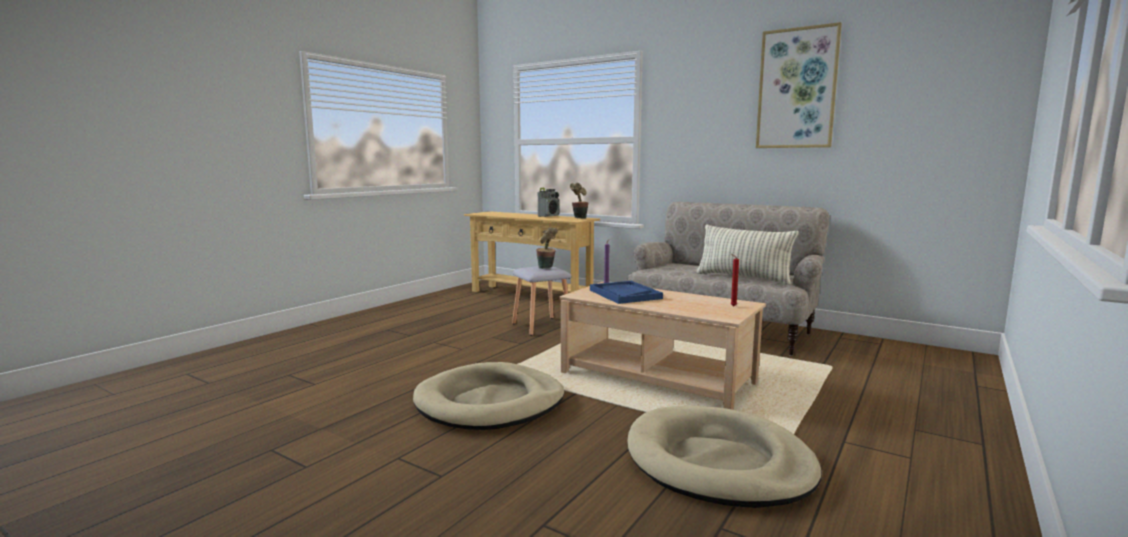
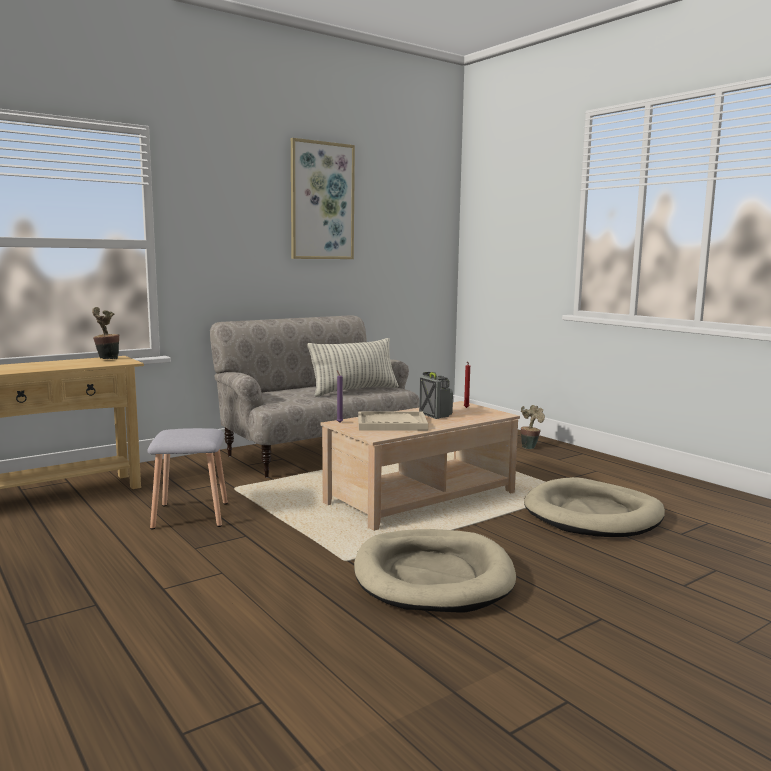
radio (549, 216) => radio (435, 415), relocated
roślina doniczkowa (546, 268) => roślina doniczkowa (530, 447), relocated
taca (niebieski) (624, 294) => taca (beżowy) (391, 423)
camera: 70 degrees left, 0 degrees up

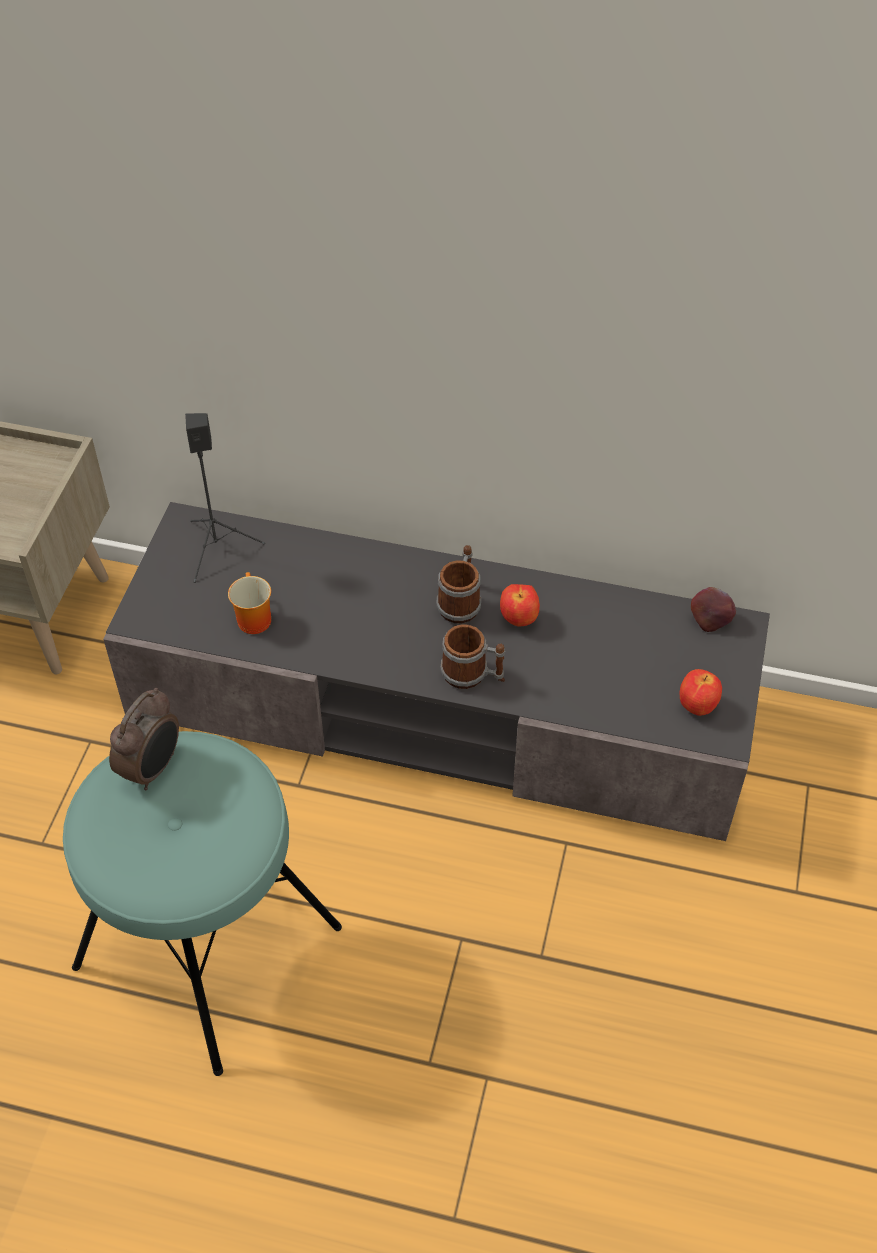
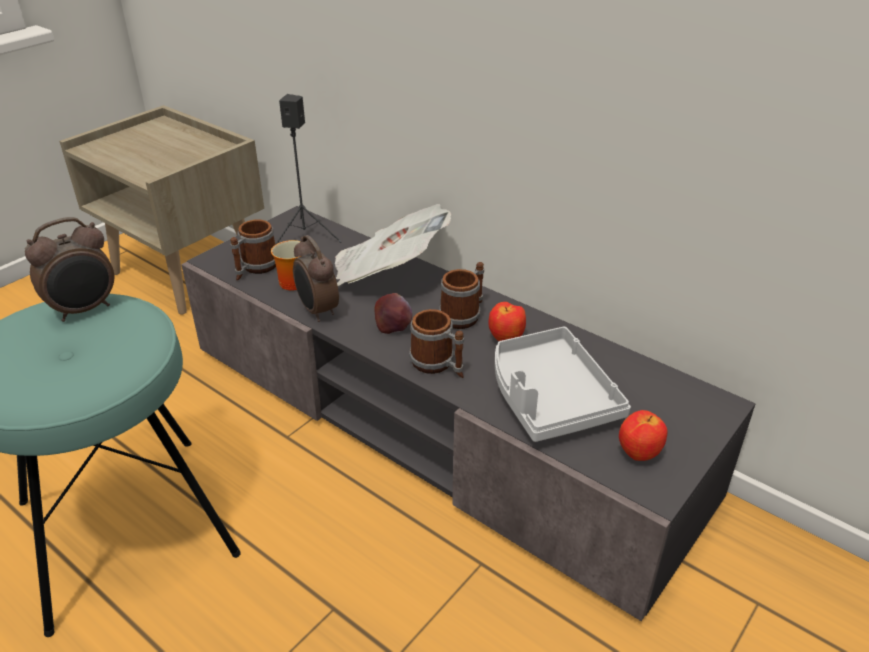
jabłko (711, 620) => jabłko (393, 326), relocated
nothing => gazeta (388, 272)
nothing => kubek (255, 268)
nothing => budzik (317, 311)
nothing => taca (szary) (549, 397)
camera: 25 degrees right, 15 degrees down

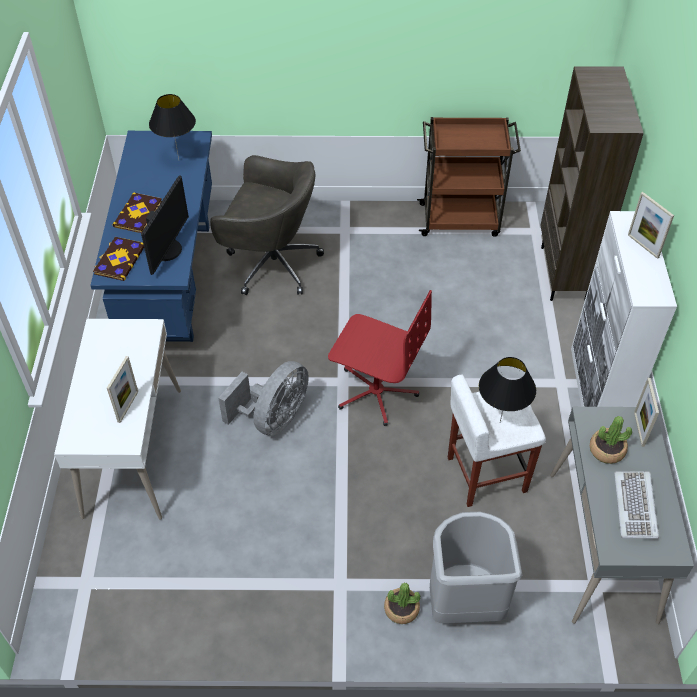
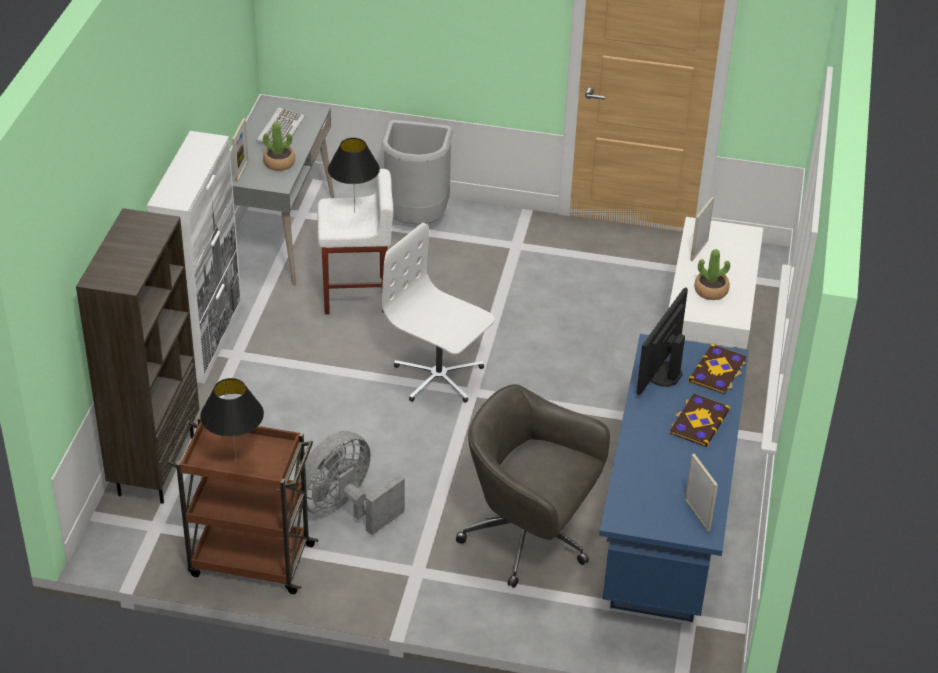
lampa stołowa (czarny) (178, 160) => lampa stołowa (czarny) (236, 462), relocated
ramka na zdjęcie (643, 246) => ramka na zdjęcie (697, 515), relocated
krzesło biurowe (czerwony) (376, 391) => krzesło biurowe (biały) (438, 377)
wentylator (szary) (273, 418) => wentylator (szary) (345, 509), relocated
roślina doniczkowa (401, 609) => roślina doniczkowa (711, 291), relocated
camera: 170 degrees left, 10 degrees down

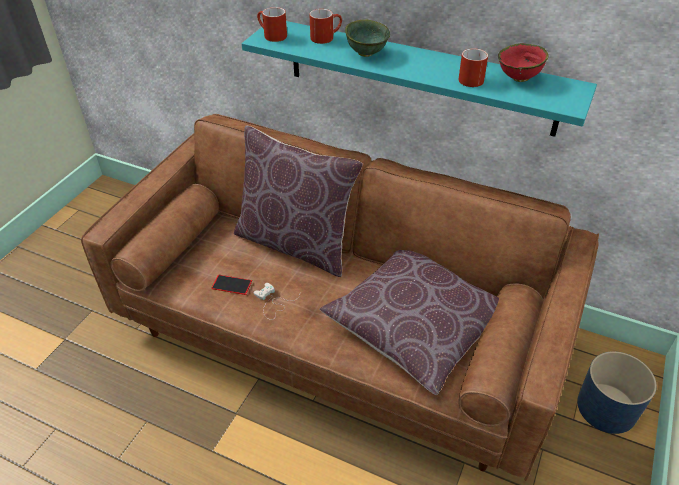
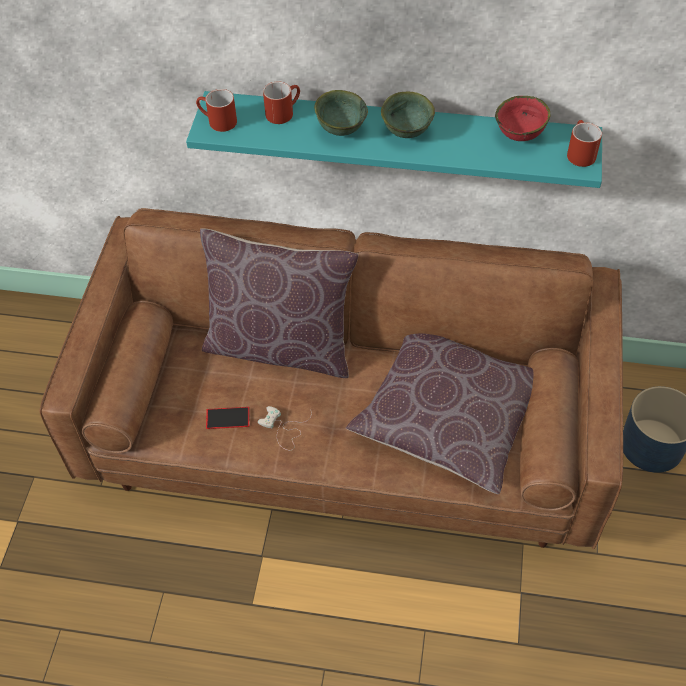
kubek (czerwony) (470, 78) => kubek (czerwony) (579, 152), relocated
nothing => miska (zielony) (407, 132)
camera: 15 degrees left, 10 degrees up

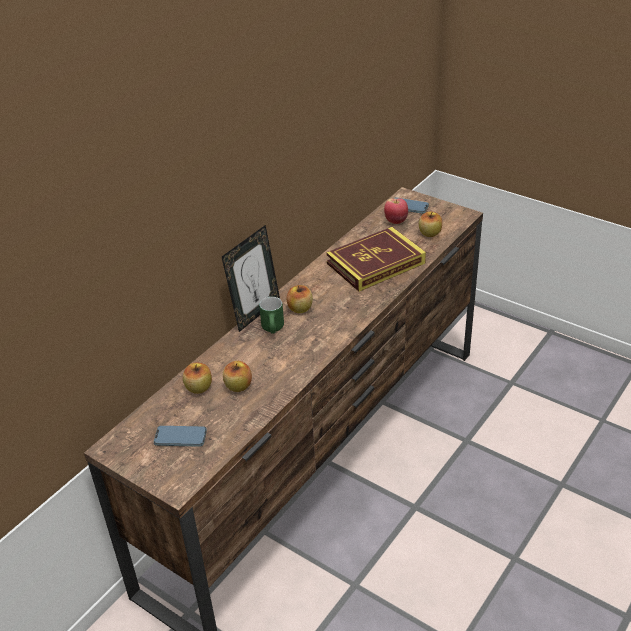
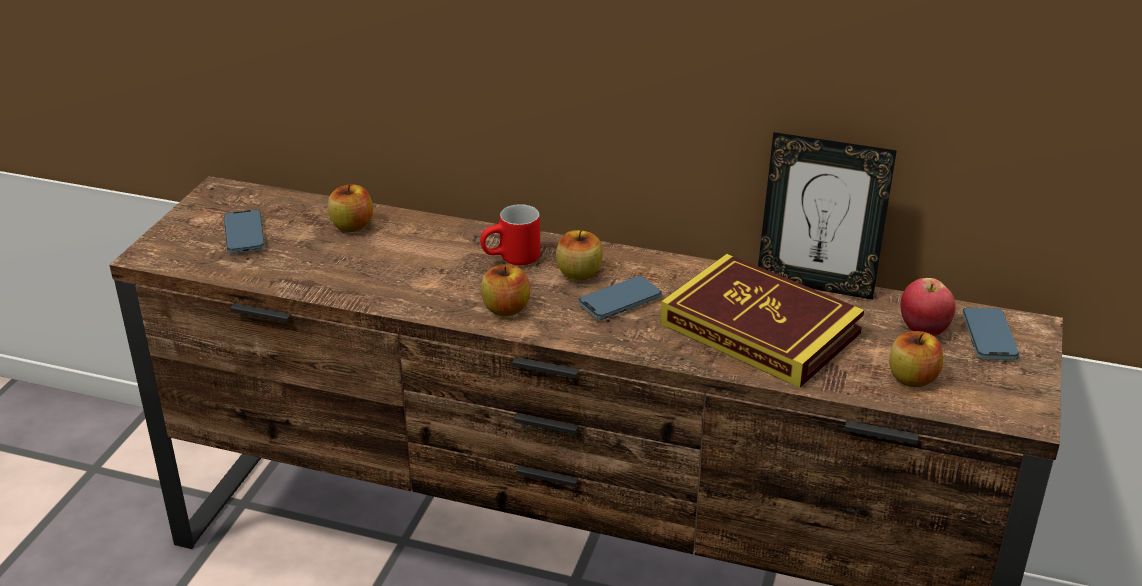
ramka na zdjęcie (255, 313) => ramka na zdjęcie (815, 284), relocated
kubek (zielony) (274, 329) => kubek (czerwony) (512, 260)
jabłko (238, 386) => jabłko (506, 309), relocated
nothing => telefon (620, 301)
camera: 70 degrees right, 5 degrees down

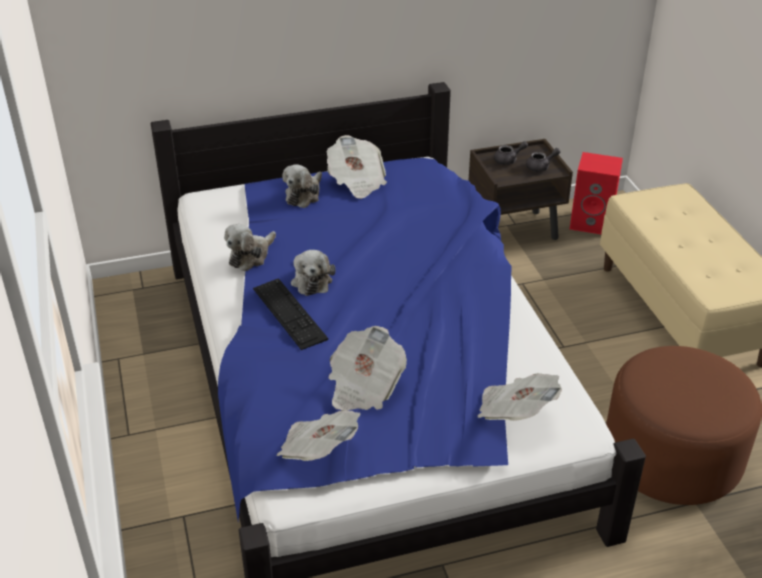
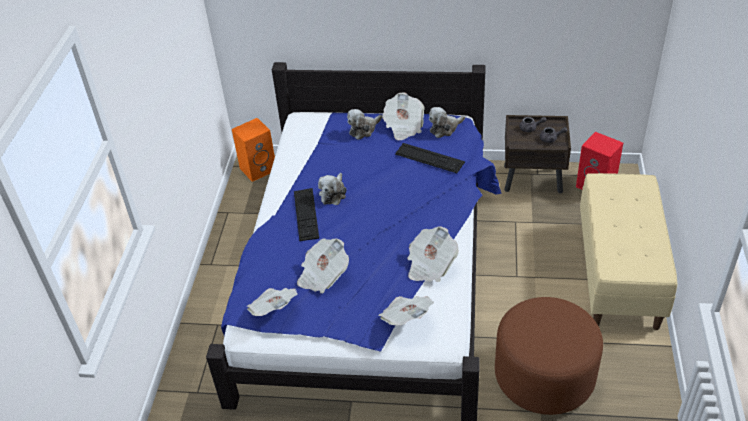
pluszak (250, 256) => pluszak (445, 128), relocated
nothing => głośnik (pomarańczowy) (258, 168)
nothing => klawiatura (429, 158)
nothing => gazeta (430, 265)
camera: 25 degrees right, 5 degrees up

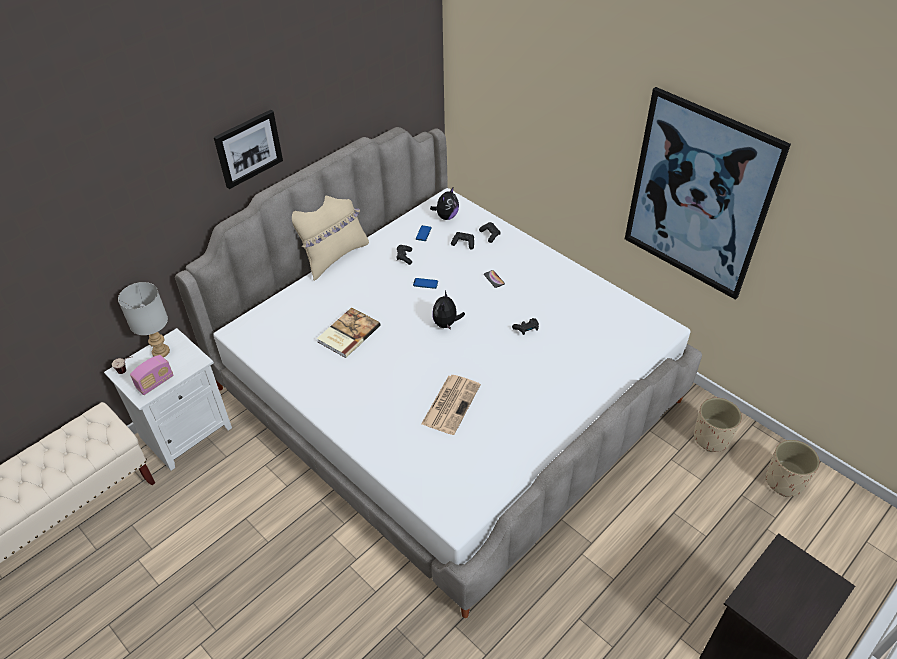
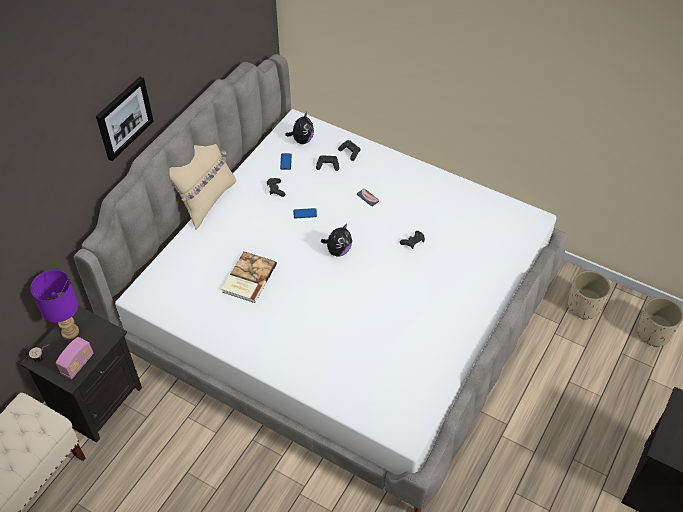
obraz (698, 196) => nothing
lampa stołowa (szary) (161, 352) => lampa stołowa (fioletowy) (71, 331)
pluszak (446, 324) => pluszak (338, 250), 135 degrees counterclockwise
szafka nocna (biały) (186, 431) => szafka nocna (czarny) (97, 400)
gazeta (451, 403) => nothing
camera: 15 degrees left, 5 degrees up

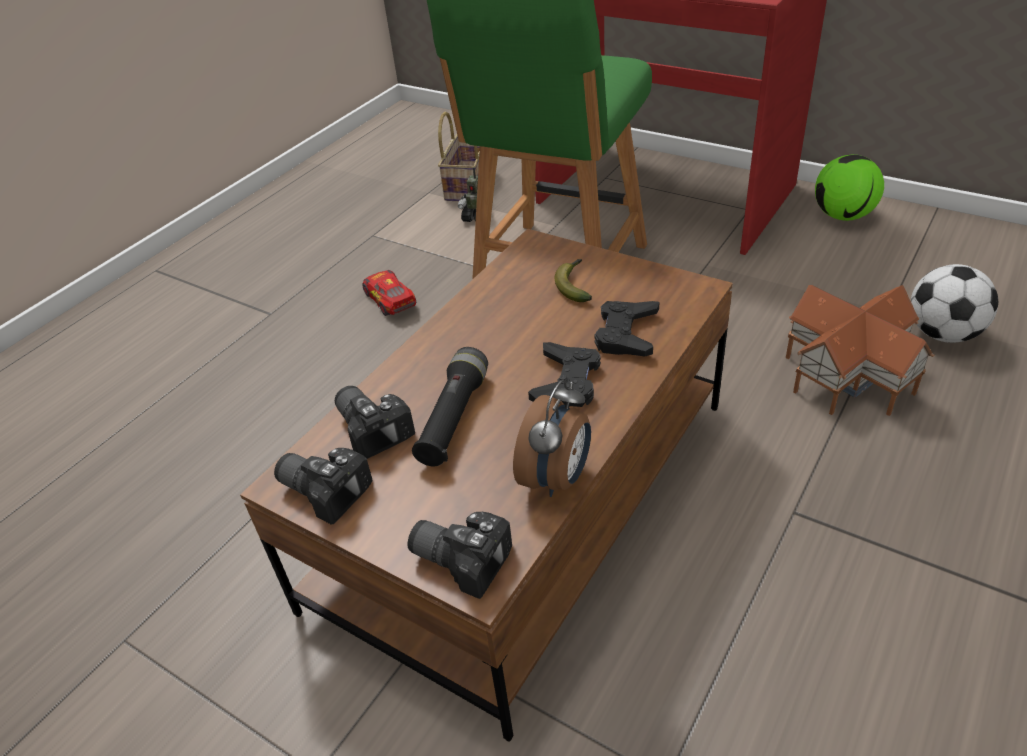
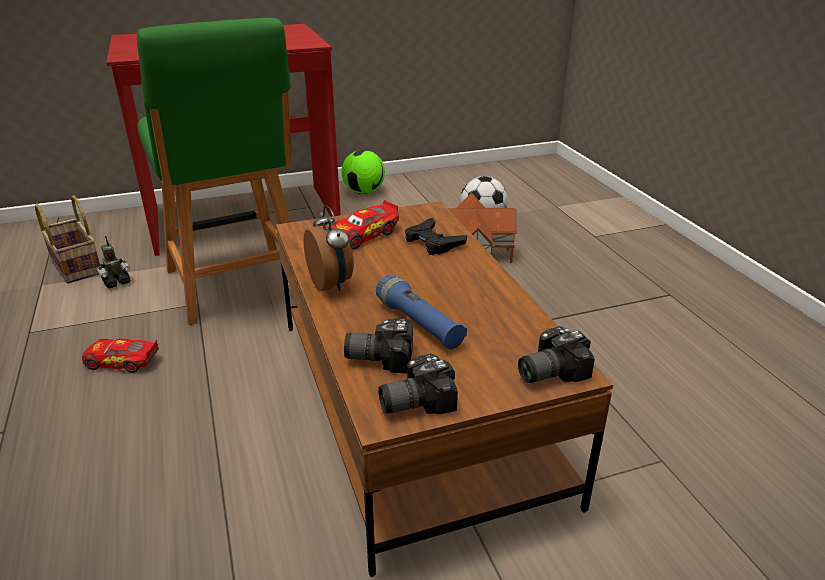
banan (574, 285) => samochodzik (362, 236)
pad do gier (czarny) (566, 381) => nothing
latarka (czarny) (453, 418) => latarka (niebieski) (419, 323)
budzik (557, 478) => budzik (331, 284), relocated
camera: 55 degrees left, 10 degrees down

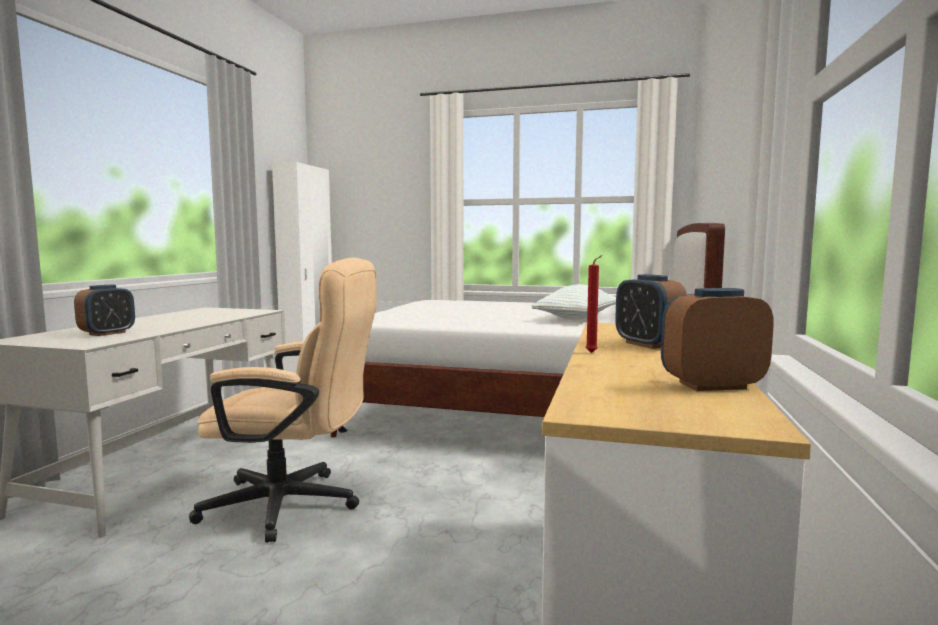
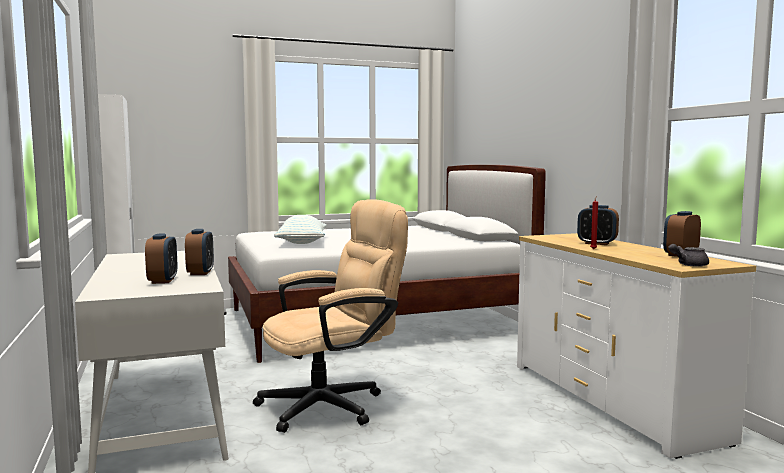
poduszka (577, 318) => poduszka (302, 242), relocated
nothing => budzik (200, 273)
nothing => imbryk (szary) (688, 265)
camera: 35 degrees left, 0 degrees up

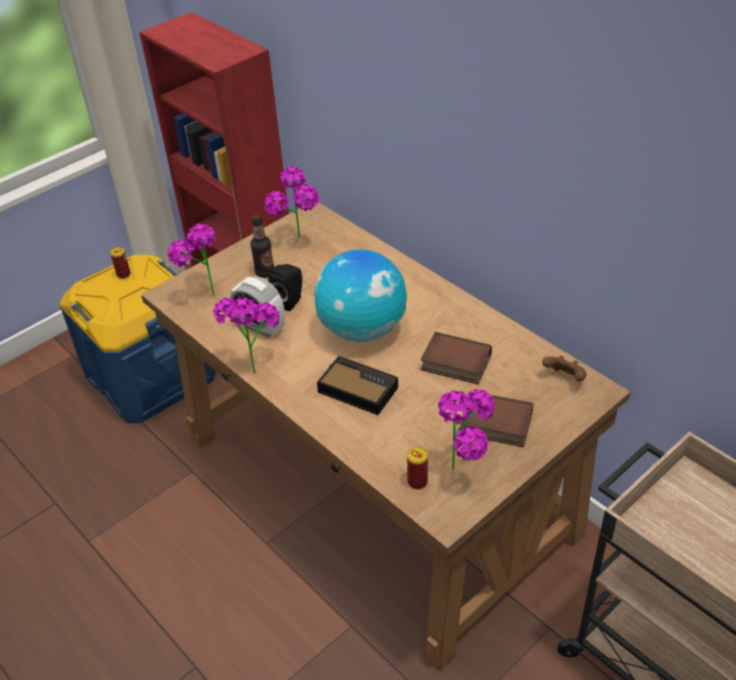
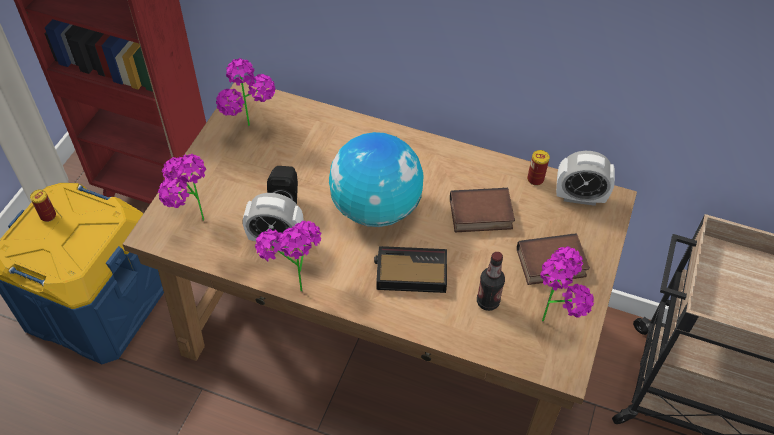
butelka (265, 273) => butelka (487, 302), relocated
pad do gier (brązowy) (565, 378) => budzik (579, 197)
puszka (417, 482) => puszka (535, 179), relocated
camera: 30 degrees left, 10 degrees up

